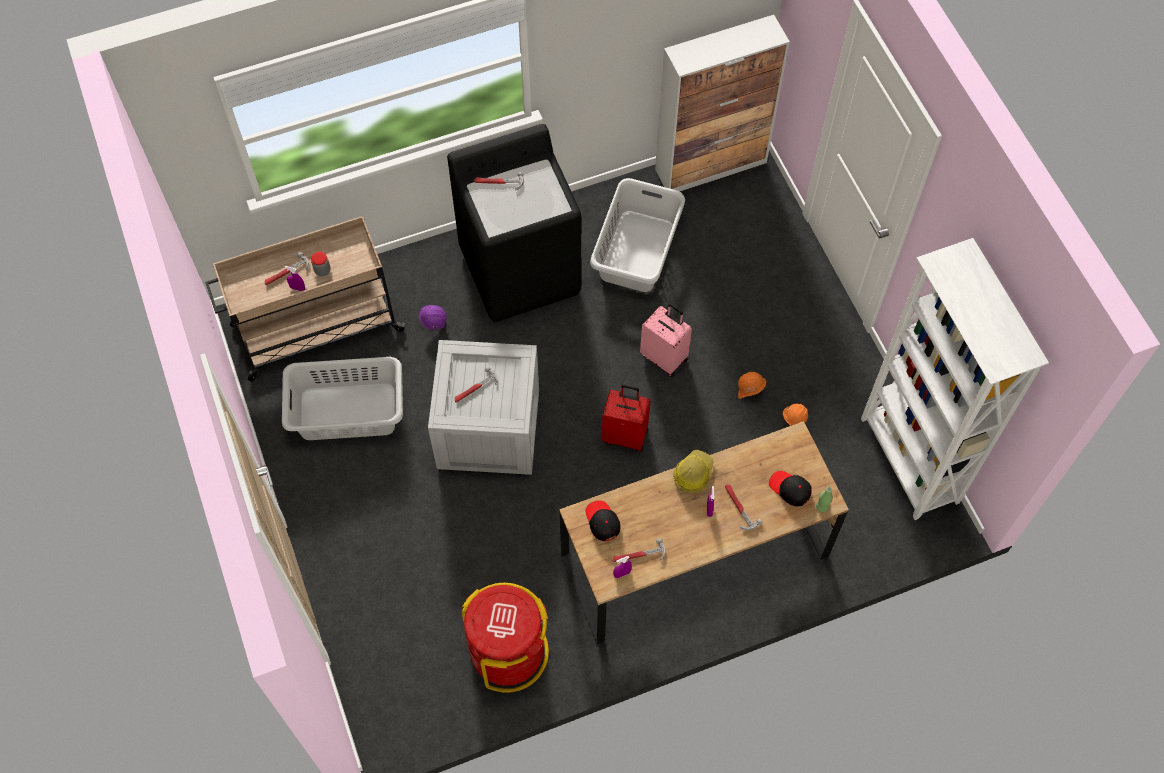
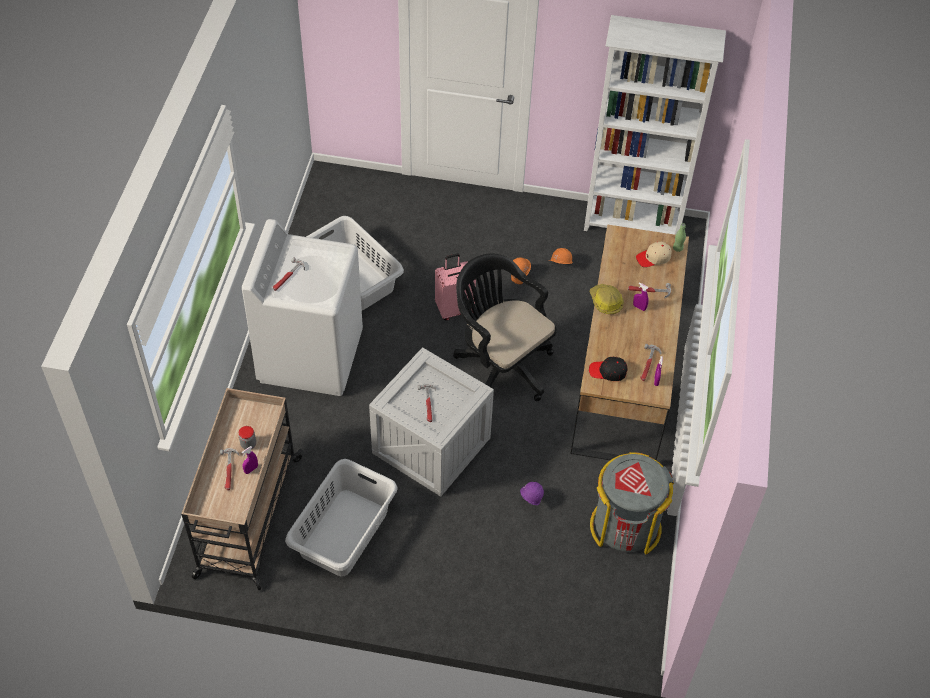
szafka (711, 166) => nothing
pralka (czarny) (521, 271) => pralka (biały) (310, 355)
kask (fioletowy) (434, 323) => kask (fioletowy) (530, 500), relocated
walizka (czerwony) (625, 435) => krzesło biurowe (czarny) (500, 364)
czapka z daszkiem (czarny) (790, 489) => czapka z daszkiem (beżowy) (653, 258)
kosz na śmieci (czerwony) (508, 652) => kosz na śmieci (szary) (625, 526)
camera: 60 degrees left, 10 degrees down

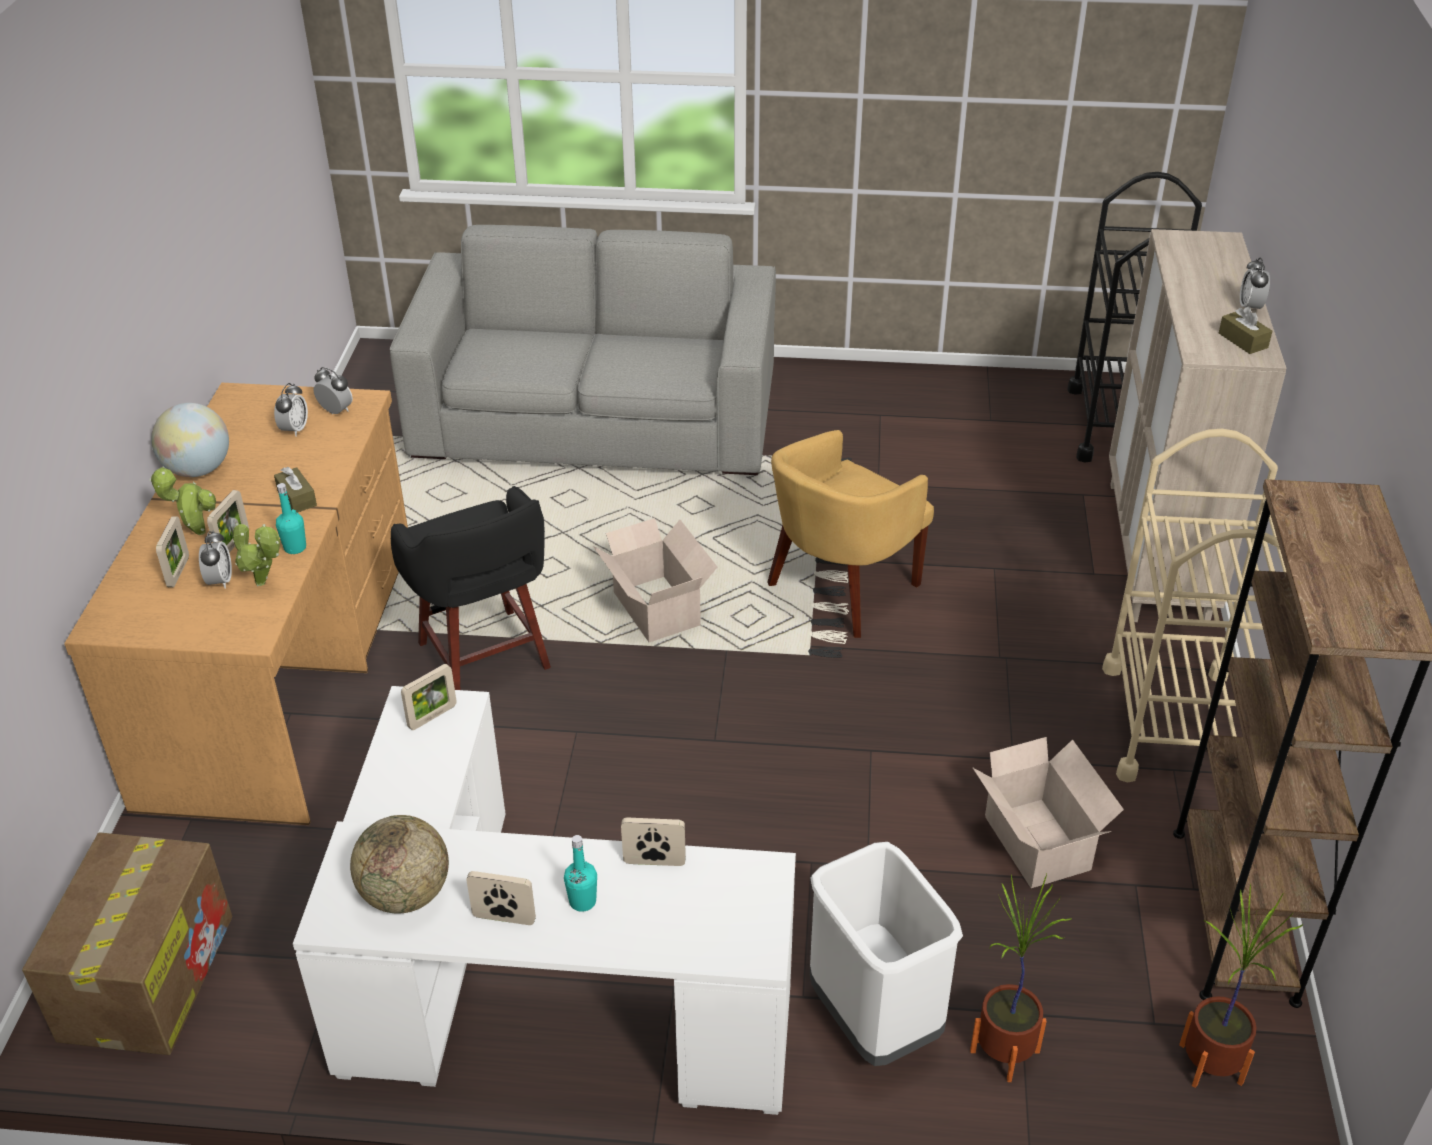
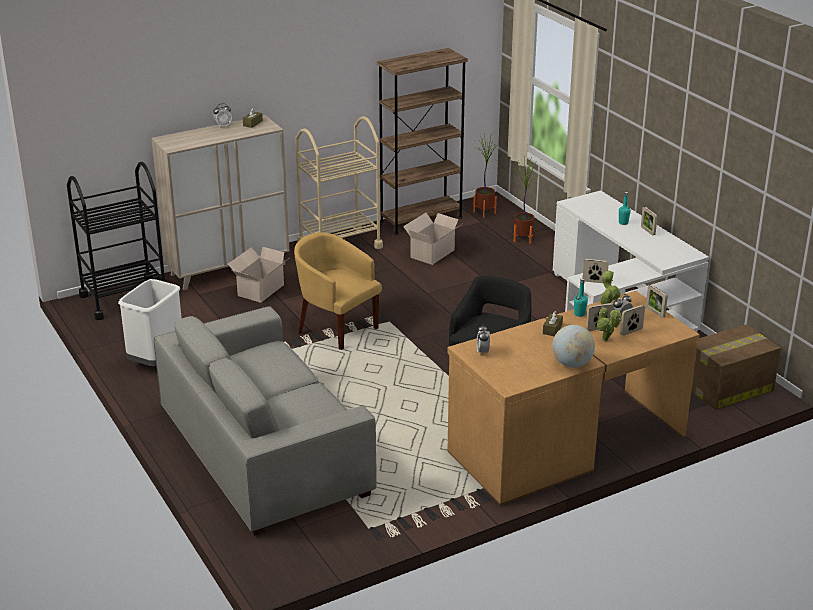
budzik (294, 429) => nothing
fotel (żółty) (841, 589) => fotel (żółty) (336, 328), 150 degrees counterclockwise
karton (656, 607) => karton (259, 291), relocated
globus (406, 894) => nothing
ramka na zdjęcie (654, 862) => ramka na zdjęcie (655, 312), relocated
kosz na śmieci (biały) (875, 1020) => kosz na śmieci (biały) (156, 360), relocated
camera: 125 degrees left, 10 degrees down

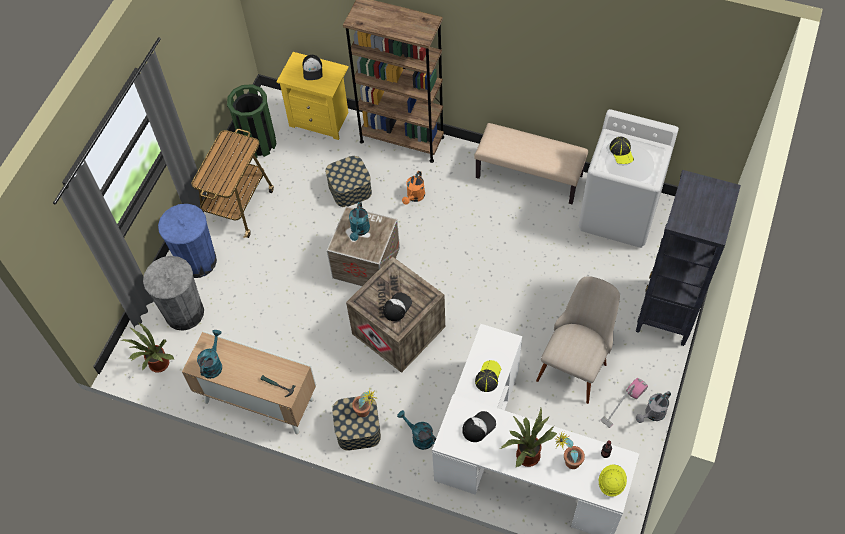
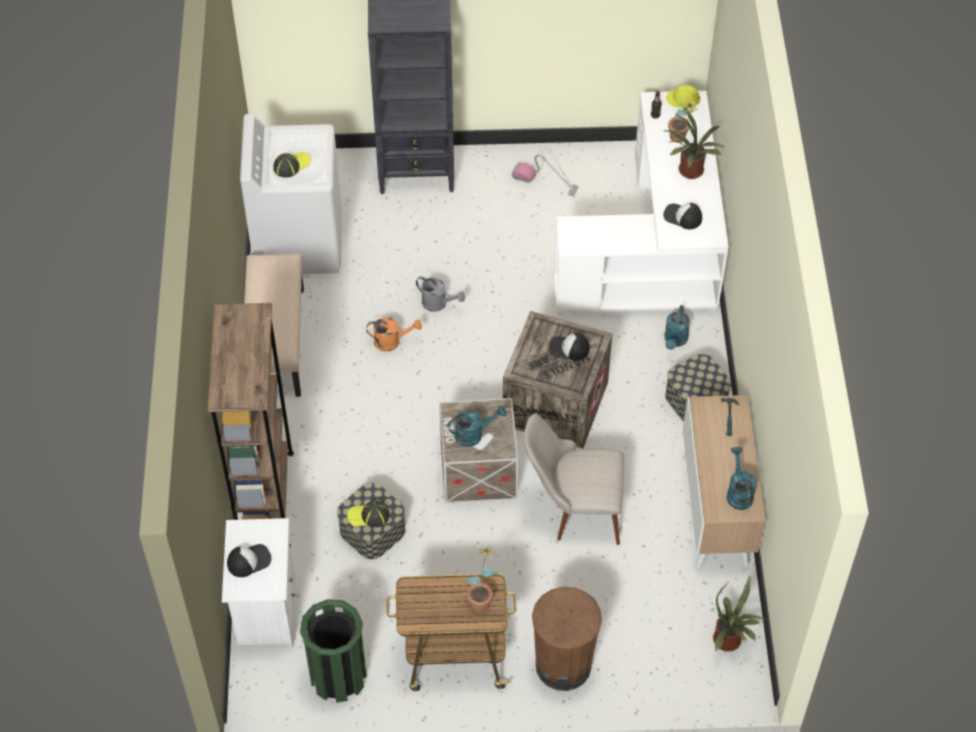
szafka nocna (żółty) (321, 119) => szafka nocna (biały) (265, 612)
konewka (pomarańczowy) (414, 197) => konewka (pomarańczowy) (392, 341), relocated
kosz na śmieci (niebieski) (197, 261) => kosz na śmieci (brązowy) (563, 665)
kosz na śmieci (szary) (184, 313) => nothing
krzesło (beżowy) (576, 362) => krzesło (beżowy) (574, 510), relocated
konewka (turkusowy) (213, 364) => konewka (turkusowy) (738, 492), 90 degrees clockwise
czapka z daszkiem (488, 376) => czapka z daszkiem (368, 516), relocated
roślina doniczkowa (366, 413) => roślina doniczkowa (482, 599), relocated
konewka (szary) (652, 414) => konewka (szary) (438, 304), relocated
camera: 115 degrees left, 5 degrees down

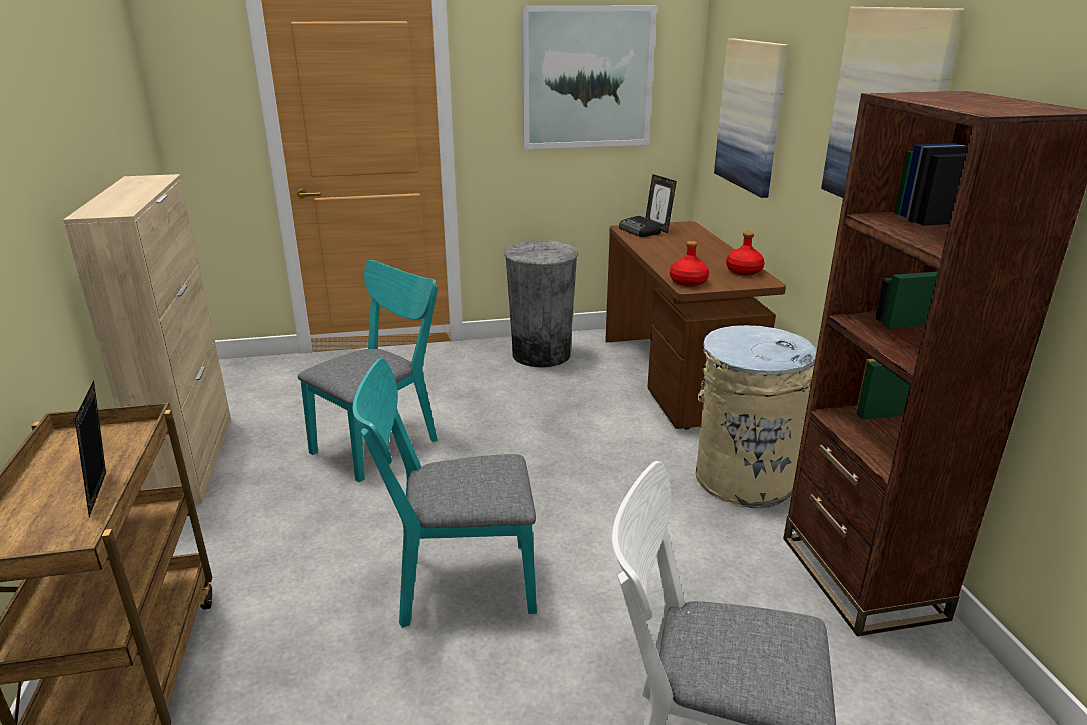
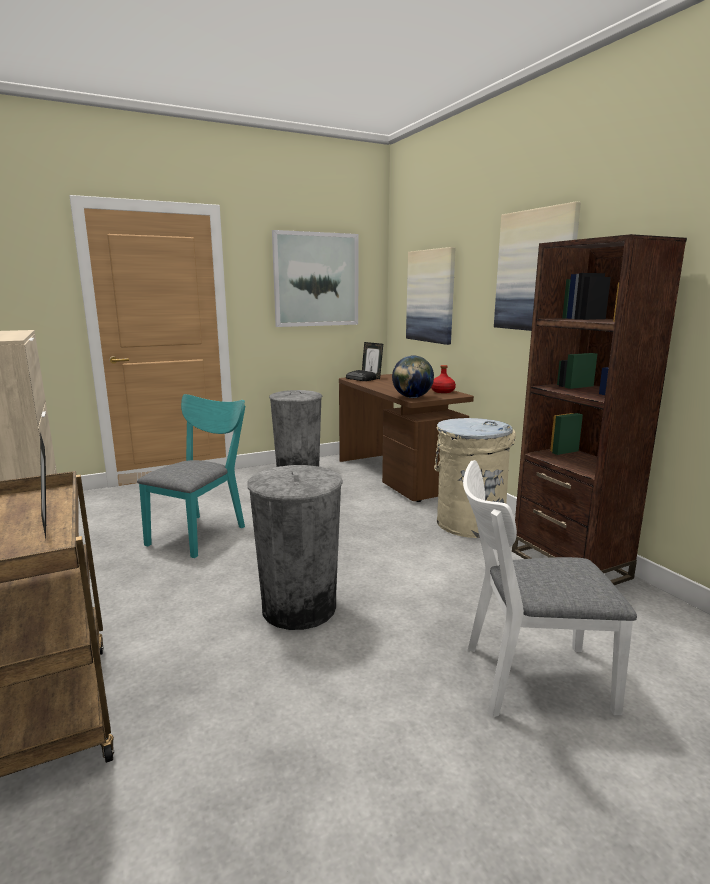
butelka (czerwony) (688, 282) => globus (412, 397)
krzesło (turkusowy) (454, 583) => kosz na śmieci (szary) (299, 607)
camera: 15 degrees left, 10 degrees down

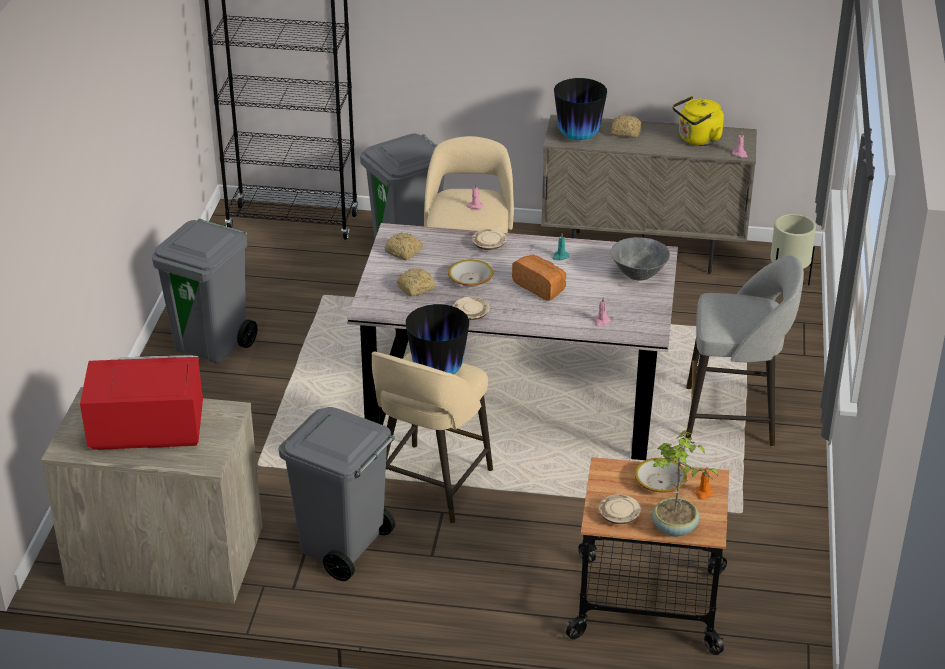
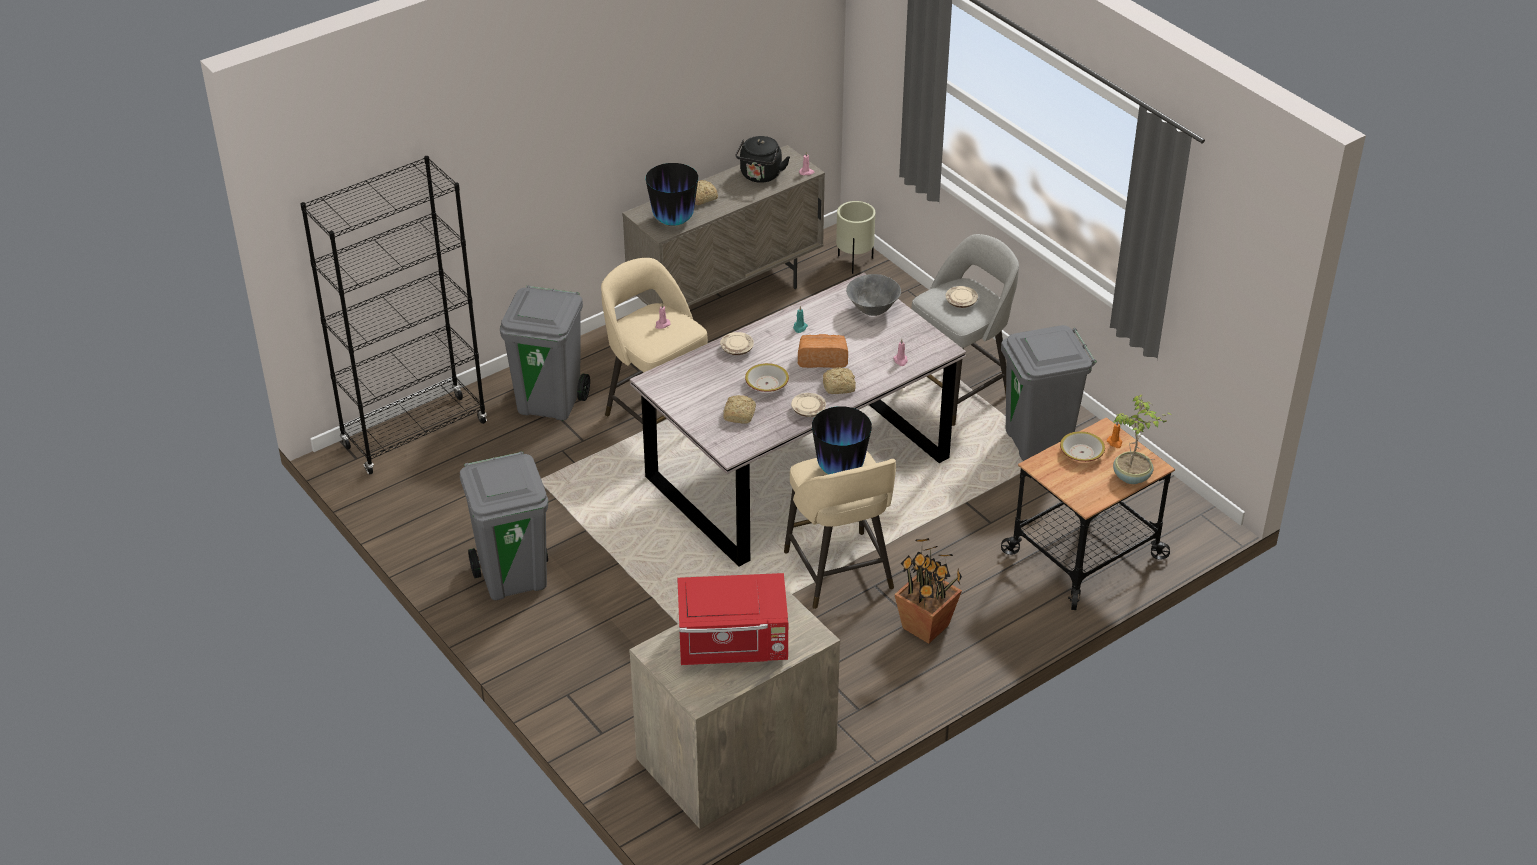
czajnik (żółty) (697, 139) => czajnik (czarny) (760, 176)
chleb (404, 252) => chleb (840, 386), relocated
mikrofalówka (czerwony) (146, 431) => mikrofalówka (czerwony) (734, 646), 135 degrees counterclockwise
kosz na śmieci (szary) (343, 548) => kosz na śmieci (szary) (1039, 444), relocated
talerz (beżowy) (619, 515) => talerz (beżowy) (961, 302), relocated
nothing => roślina doniczkowa (926, 627)
camera: 45 degrees left, 5 degrees up

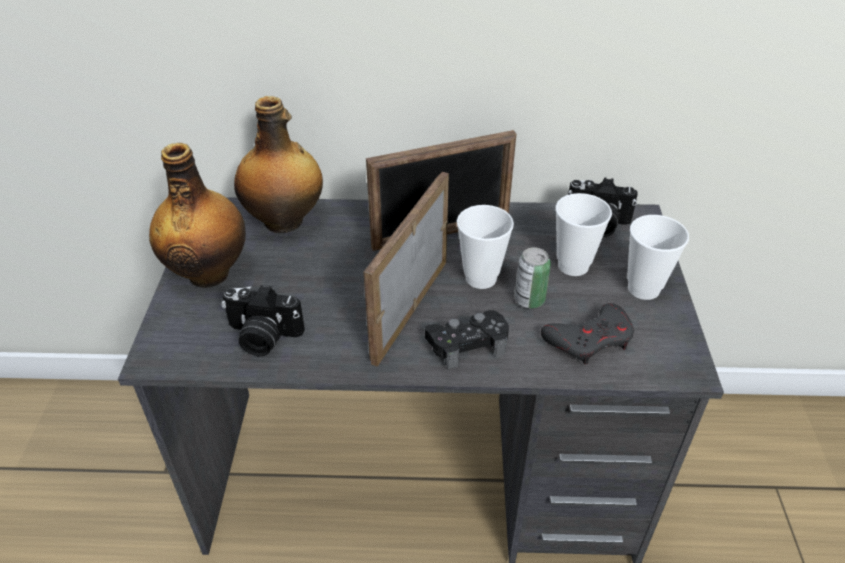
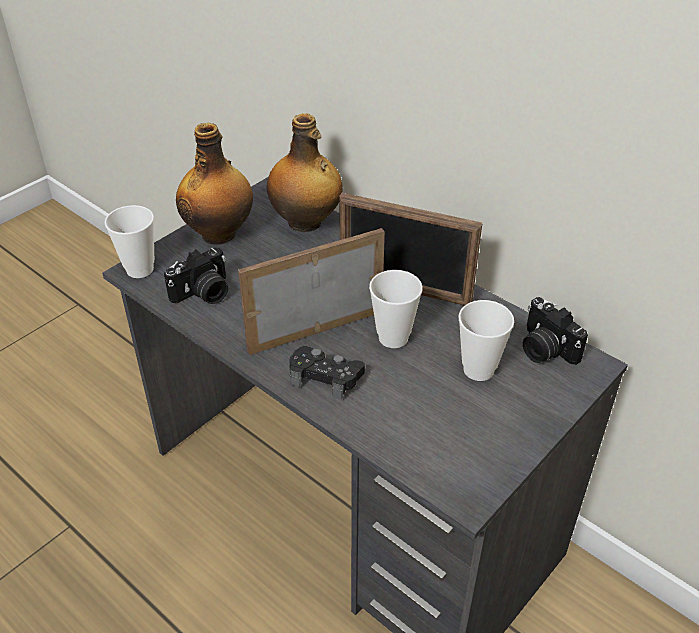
filiżanka (643, 288) => filiżanka (140, 269), relocated
puszka (529, 300) => nothing
aparat fotograficzny (262, 337) => aparat fotograficzny (203, 294), 90 degrees counterclockwise
pad do gier (szary) (590, 339) => nothing
camera: 40 degrees right, 0 degrees up

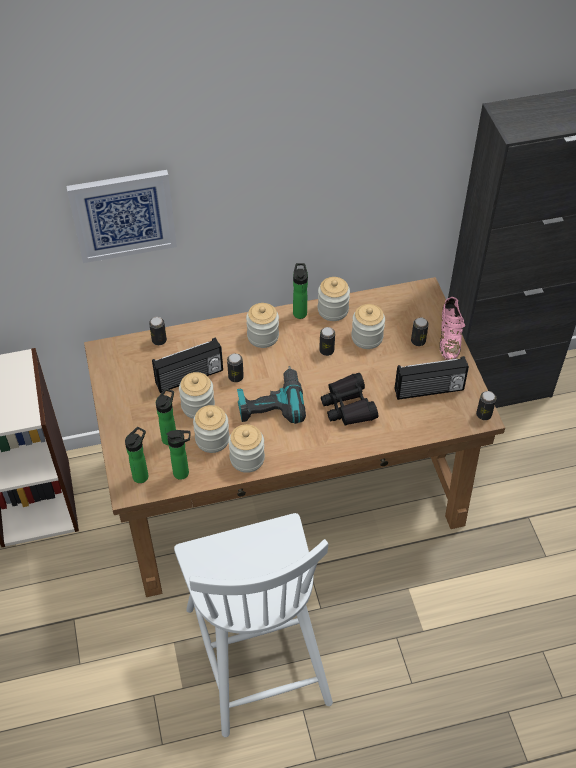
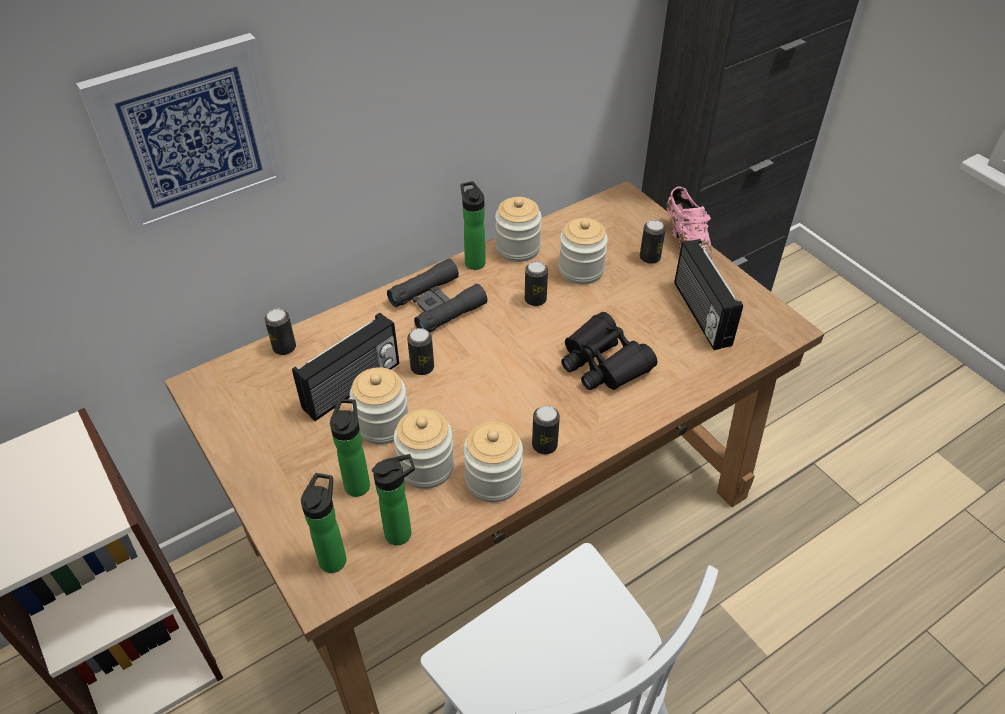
słoik (263, 336) => lornetka (czarny) (437, 304)
radio (429, 391) => radio (700, 314), 105 degrees clockwise
wiertarka (270, 403) => nothing
puszka (484, 414) => puszka (544, 445), relocated
camera: 20 degrees left, 5 degrees down

